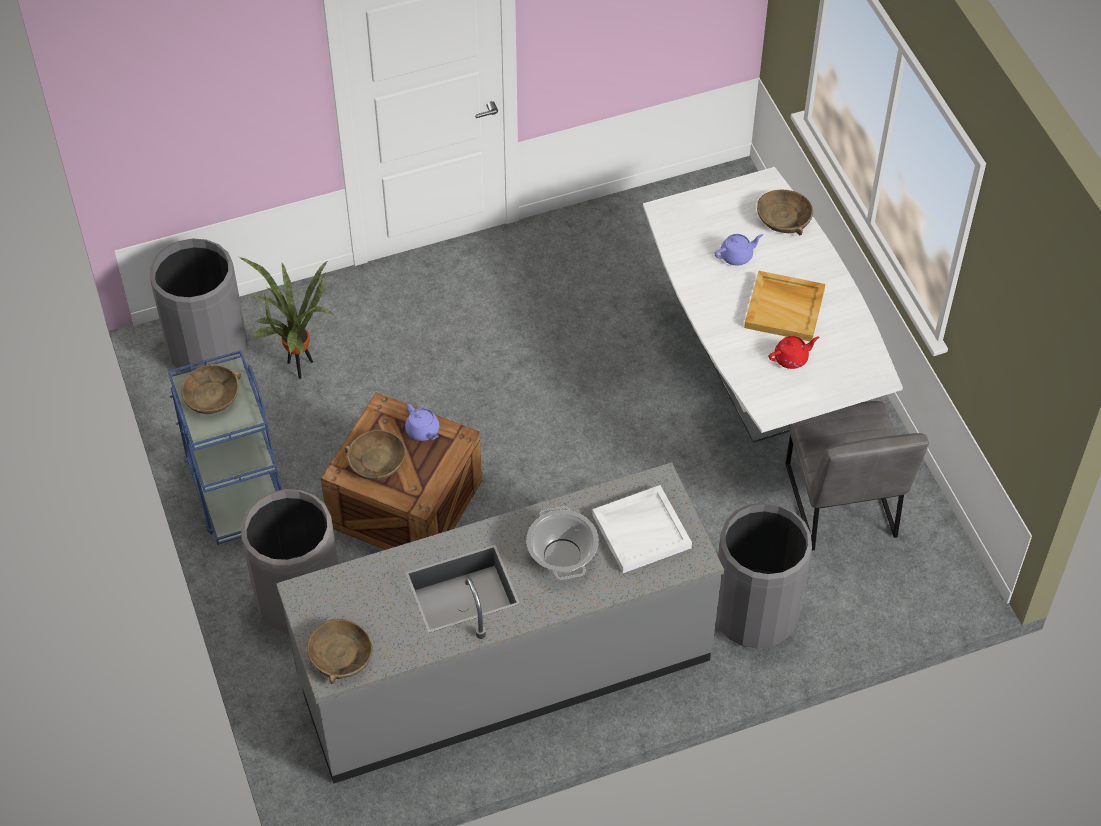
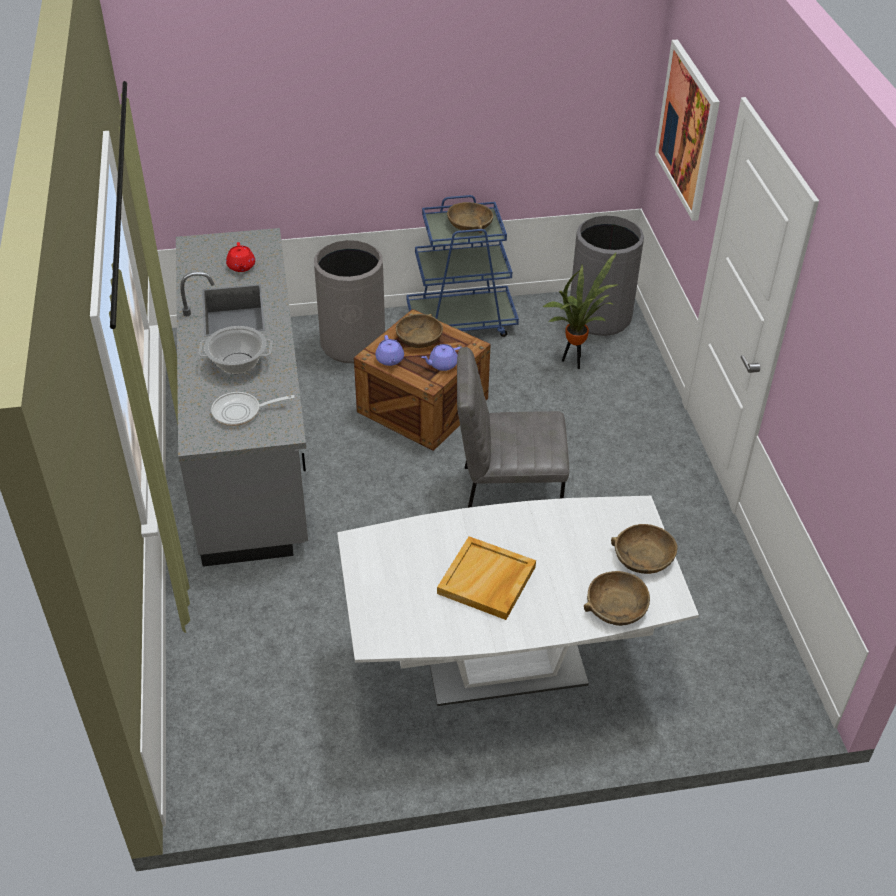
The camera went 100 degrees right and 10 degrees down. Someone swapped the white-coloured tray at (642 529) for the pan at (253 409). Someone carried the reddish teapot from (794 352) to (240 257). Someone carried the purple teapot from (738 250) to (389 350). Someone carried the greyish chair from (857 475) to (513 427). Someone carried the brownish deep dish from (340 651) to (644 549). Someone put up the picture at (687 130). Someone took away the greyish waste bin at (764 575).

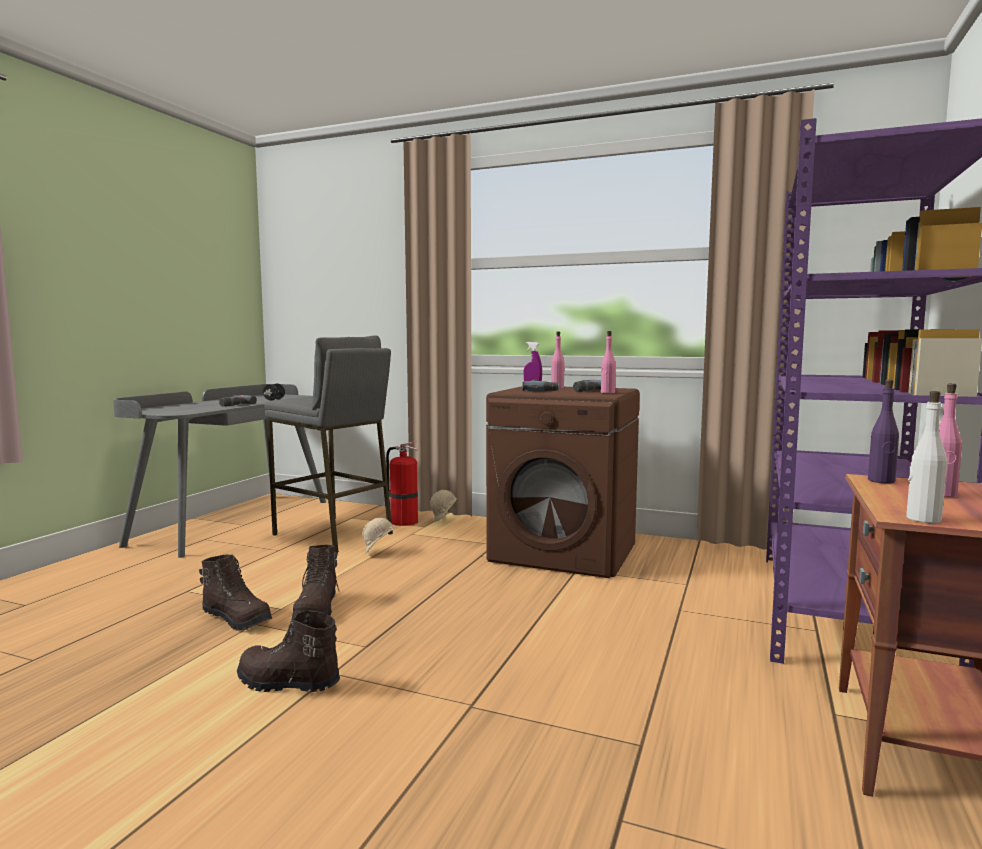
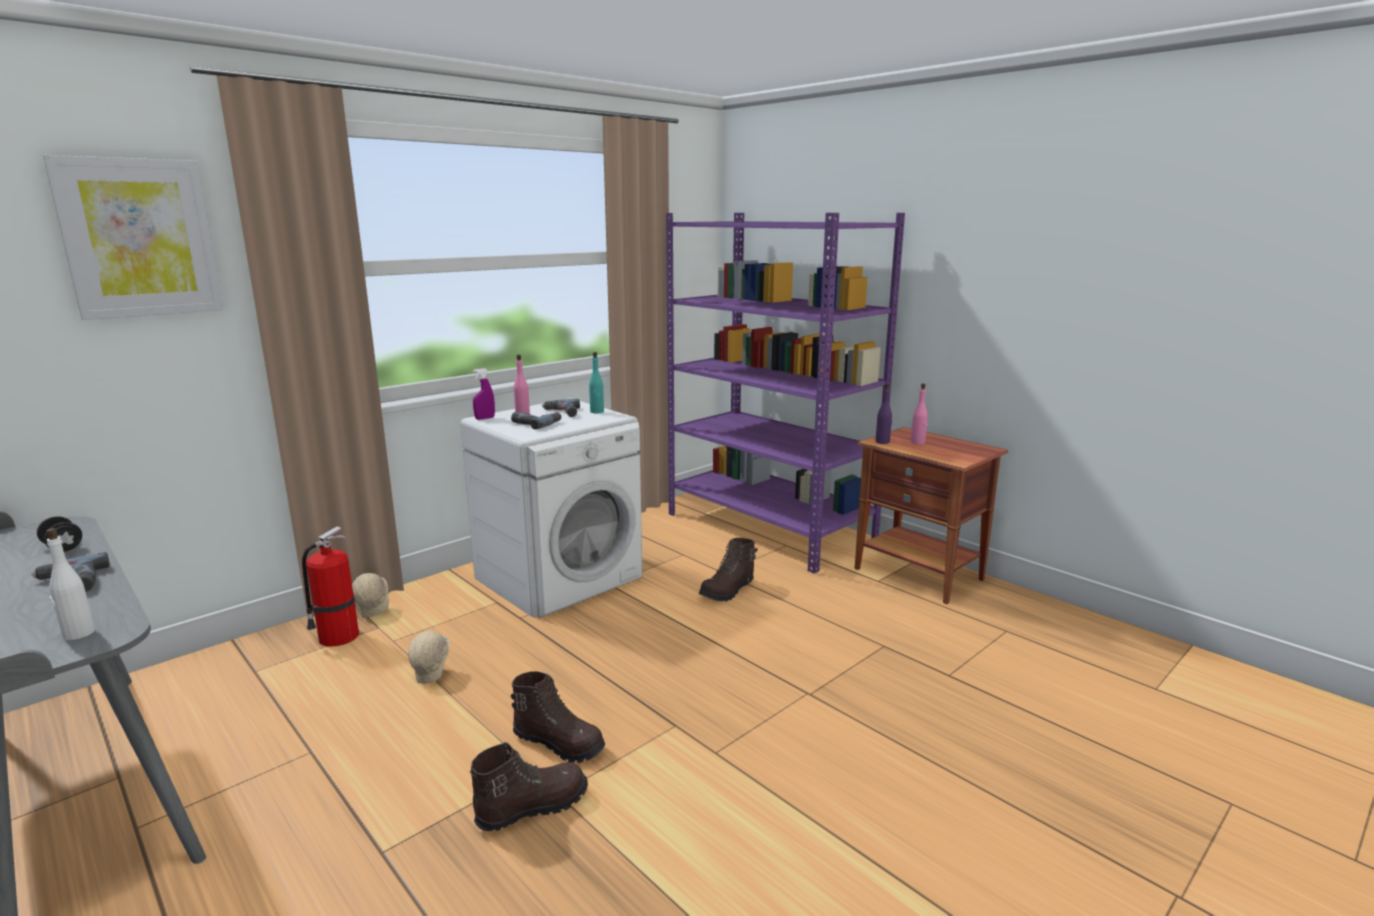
The camera went 65 degrees left and 10 degrees up. Someone put up the picture at (133 237). Someone carried the white-coloured beverage bottle from (926 457) to (70 584). Someone repainted the brownish washing machine at (563 482), which became the white-coloured washing machine at (551 508). Someone repainted the pink-coloured beverage bottle at (608 362), which became the blue-green beverage bottle at (596 382). Someone carried the brownish high-top boot from (288 651) to (728 569). Someone took away the greyish sitting stool at (328 443).

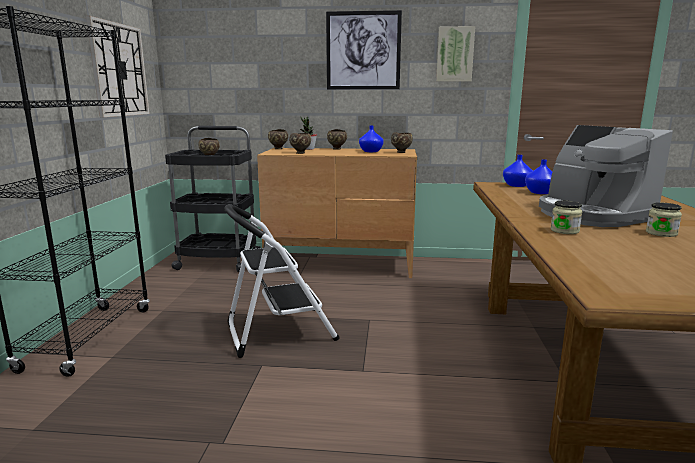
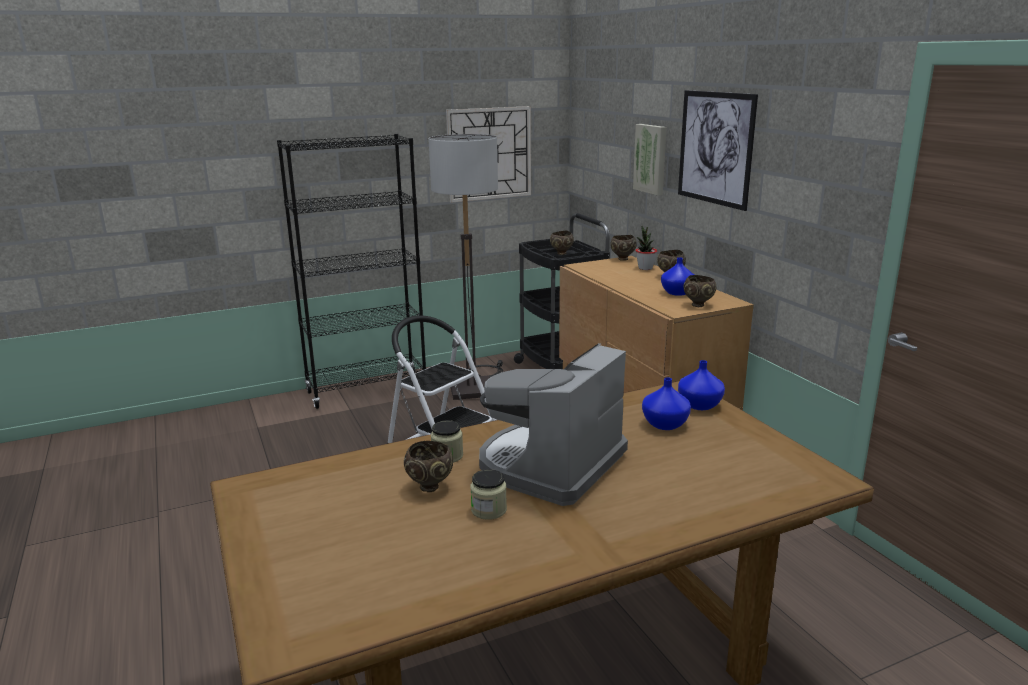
The camera went 60 degrees right and 5 degrees up. Someone carried the brownish deep dish from (300 143) to (428 466). Someone put down the standard lamp at (466 267). Someone carried the picture from (455 54) to (650 159).

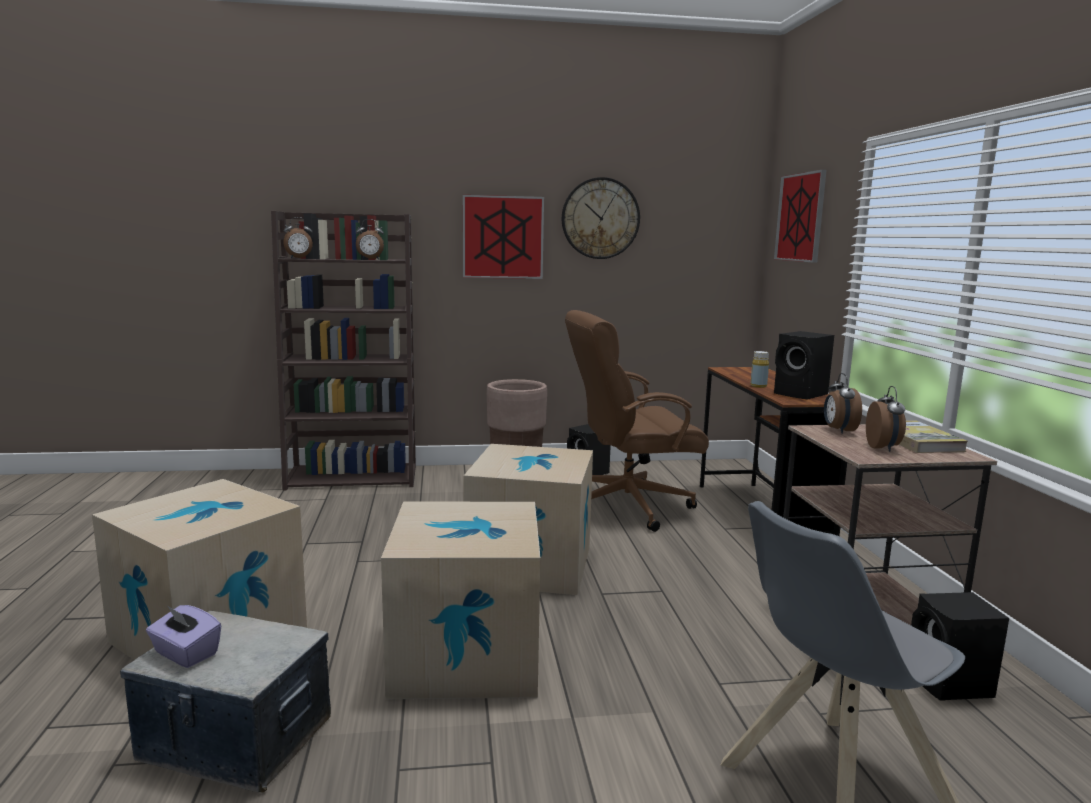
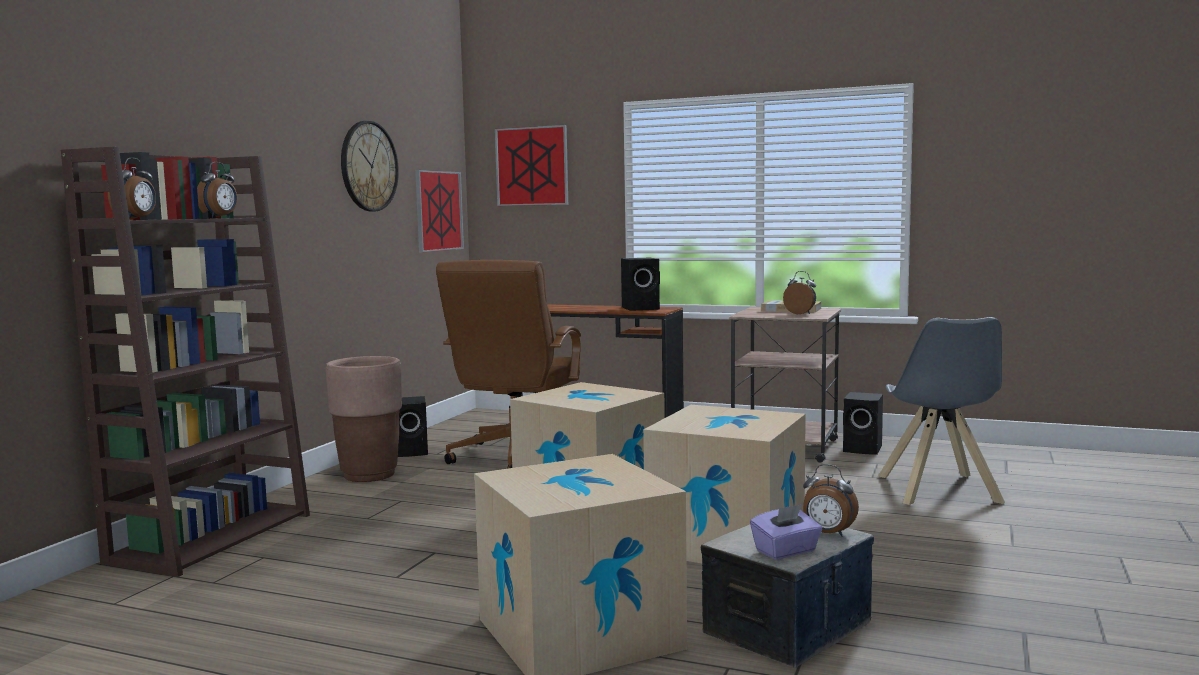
The camera went 60 degrees left and 5 degrees down. Someone carried the picture from (503 237) to (439 211). Someone carried the bedside clock from (843 403) to (831 500). Someone took away the yellow beverage bottle at (760 369).

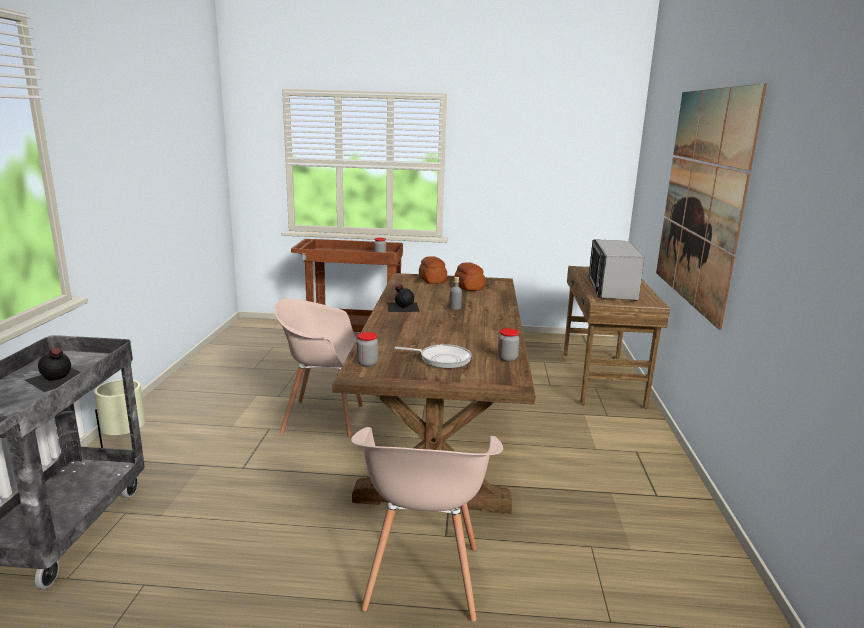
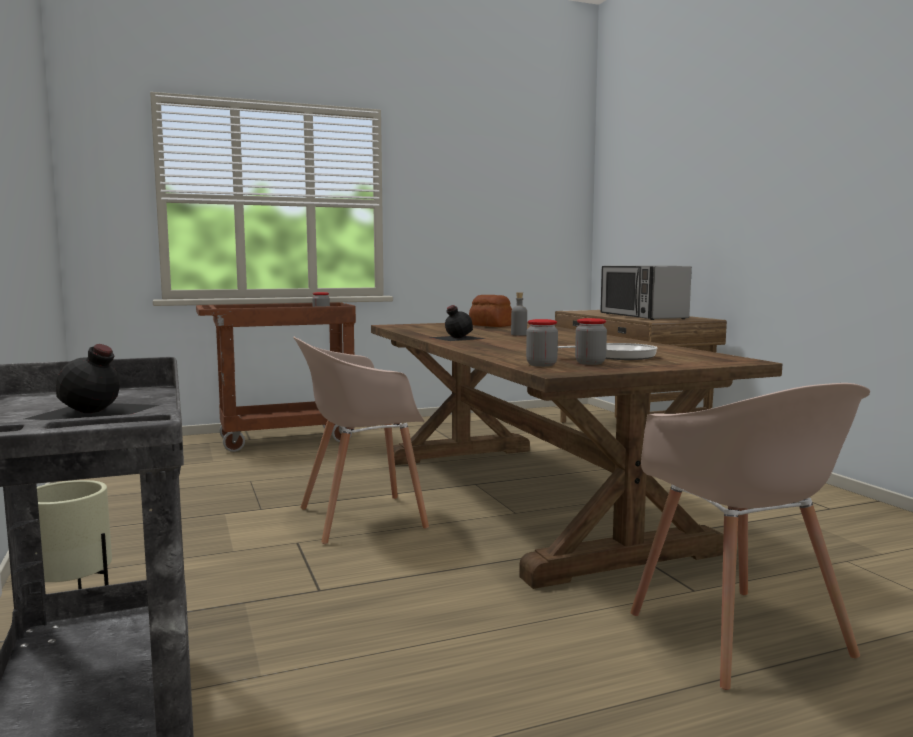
The camera went 25 degrees left and 10 degrees down. Someone carried the storage jar from (508 345) to (591 341). Someone took away the bakery bread at (433 270). Someone took away the picture at (711 206).

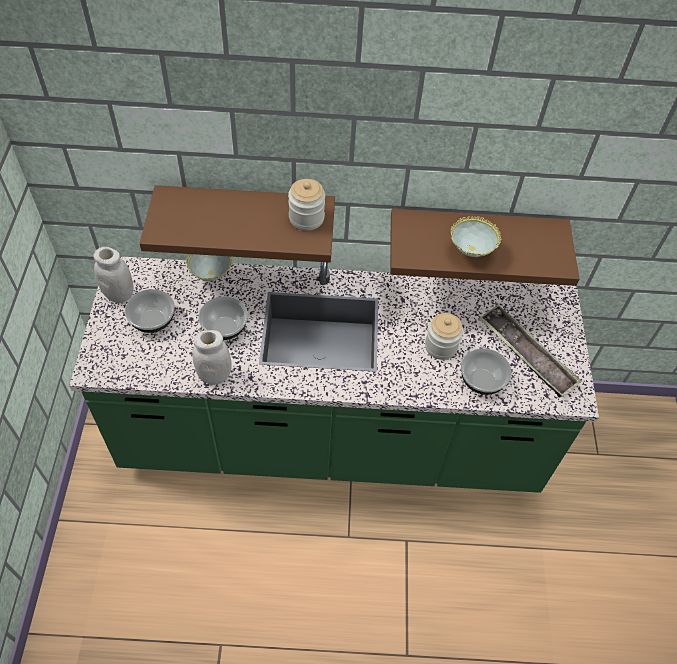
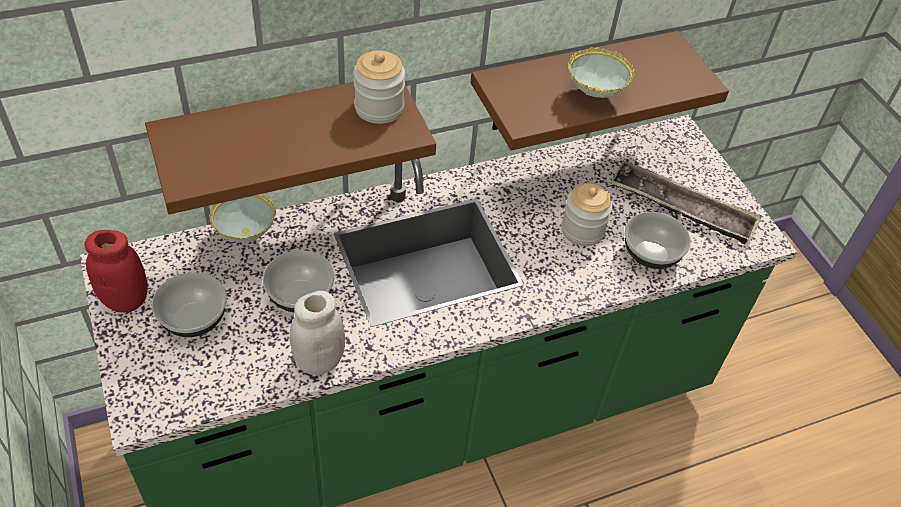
The camera went 25 degrees left and 5 degrees down. Someone repainted the white-coloured storage jar at (113 275), which became the reddish storage jar at (116 271).

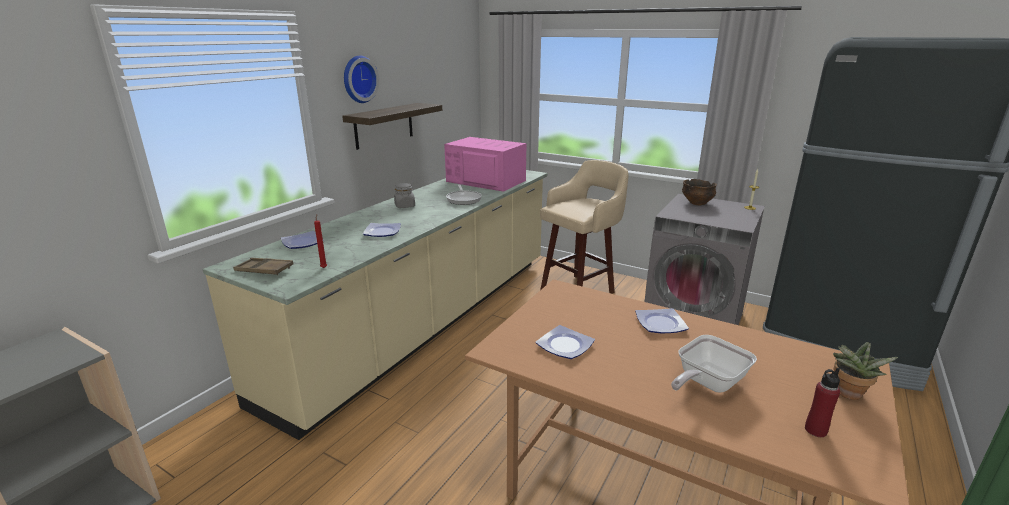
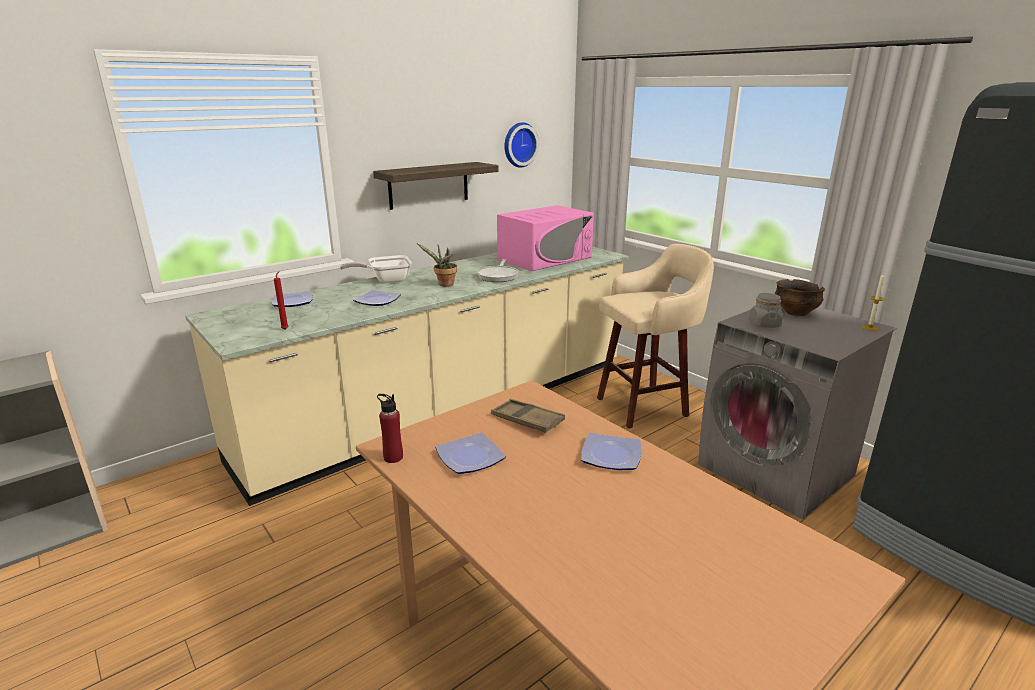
The camera went 20 degrees right and 0 degrees up. Someone carried the pan from (714 363) to (376 269). Someone carried the reddish beverage bottle from (822 402) to (390 428). Someone carried the plant in a pot from (865 371) to (437 265). Someone carried the brownish tray from (263 266) to (528 416). Someone rotated the pink-coloured microwave oven at (485 164) by 90 degrees clockwise. Someone carried the wall clock from (361 79) to (521 145). Someone carried the greyish storage jar from (404 195) to (766 310).

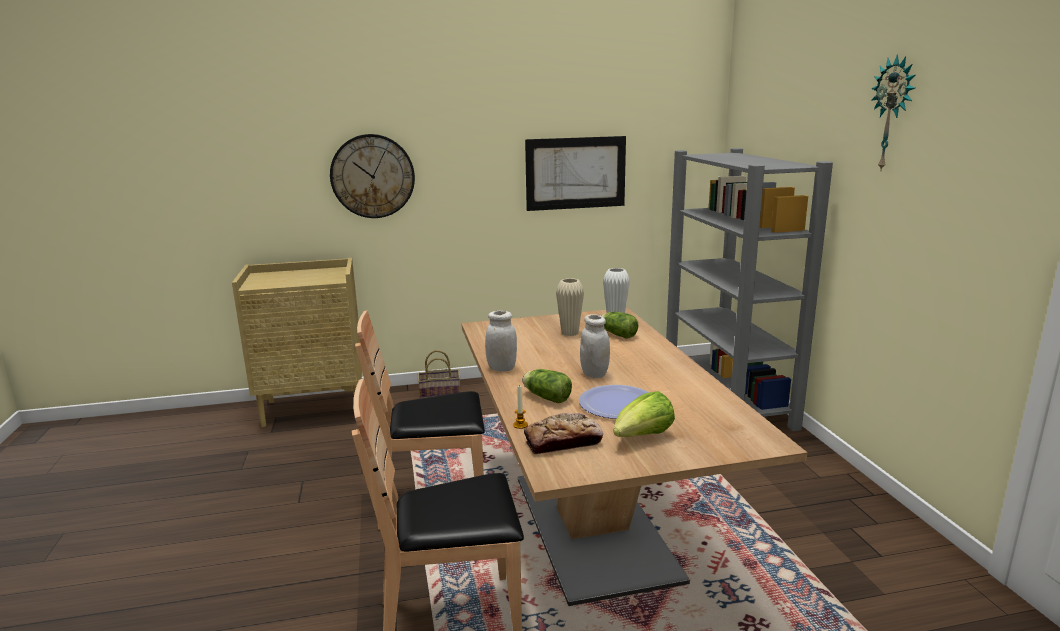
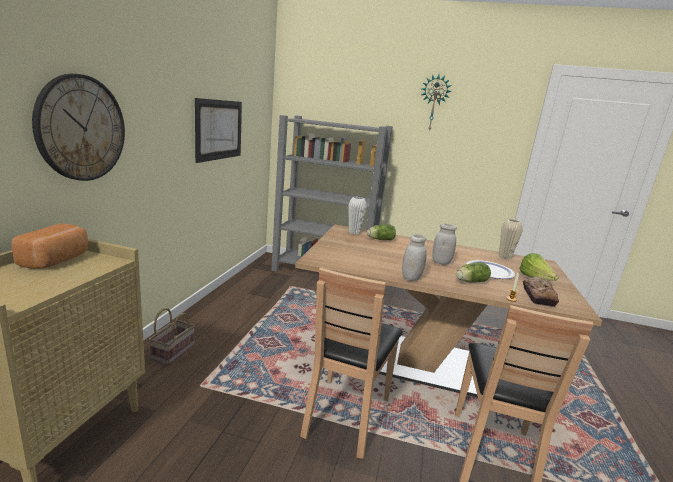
The camera went 65 degrees left and 0 degrees up. Someone put down the bakery bread at (49 246). Someone carried the beige vase from (570 307) to (511 239).

